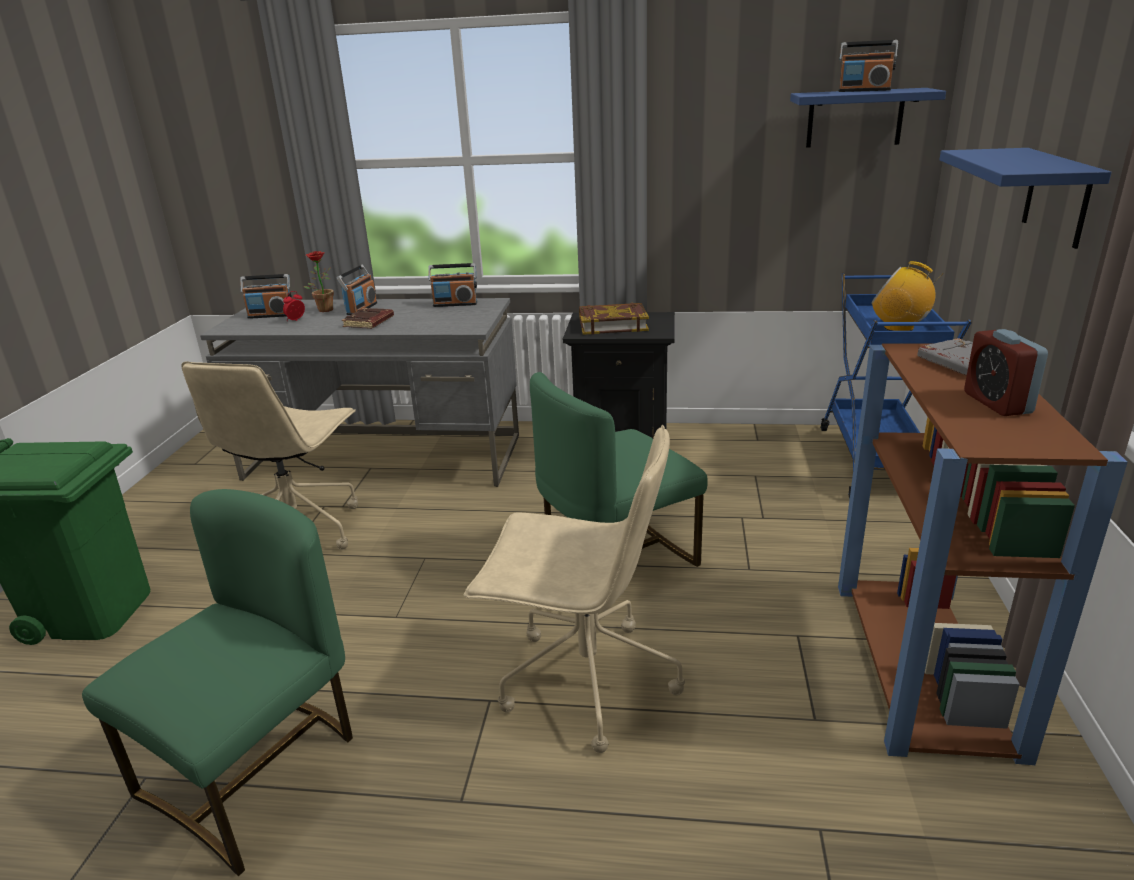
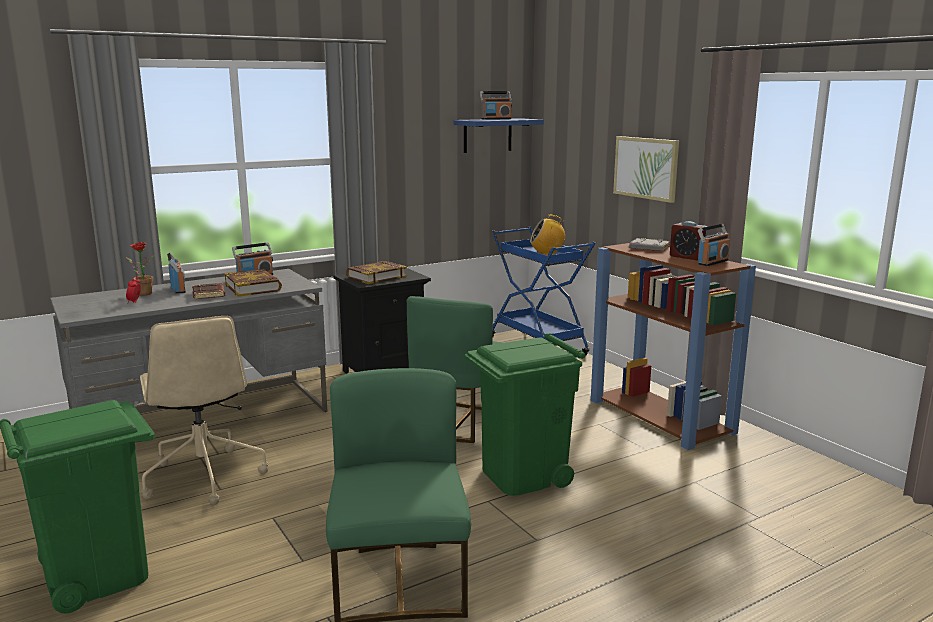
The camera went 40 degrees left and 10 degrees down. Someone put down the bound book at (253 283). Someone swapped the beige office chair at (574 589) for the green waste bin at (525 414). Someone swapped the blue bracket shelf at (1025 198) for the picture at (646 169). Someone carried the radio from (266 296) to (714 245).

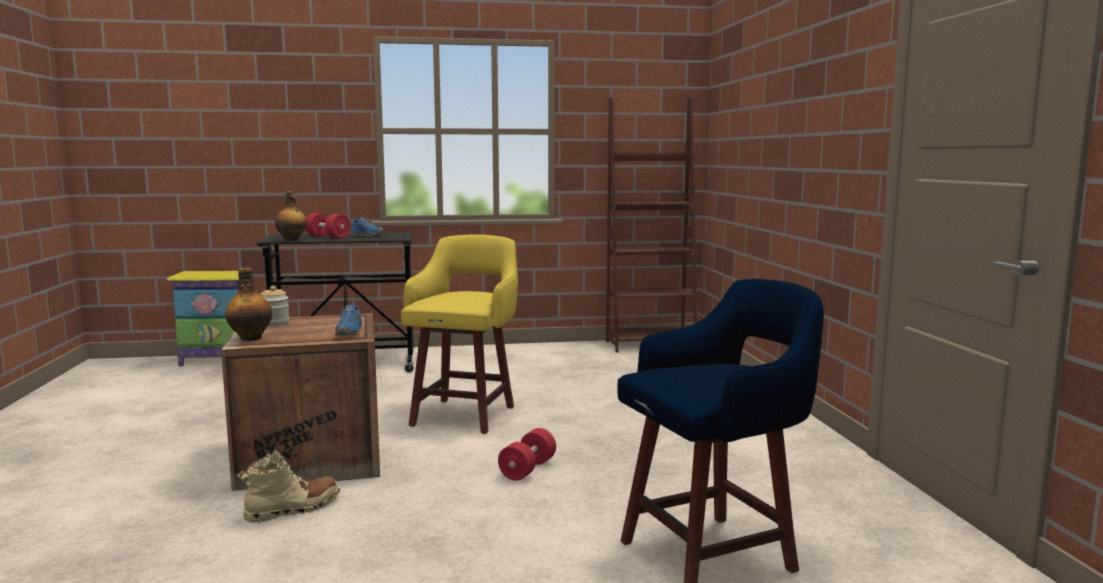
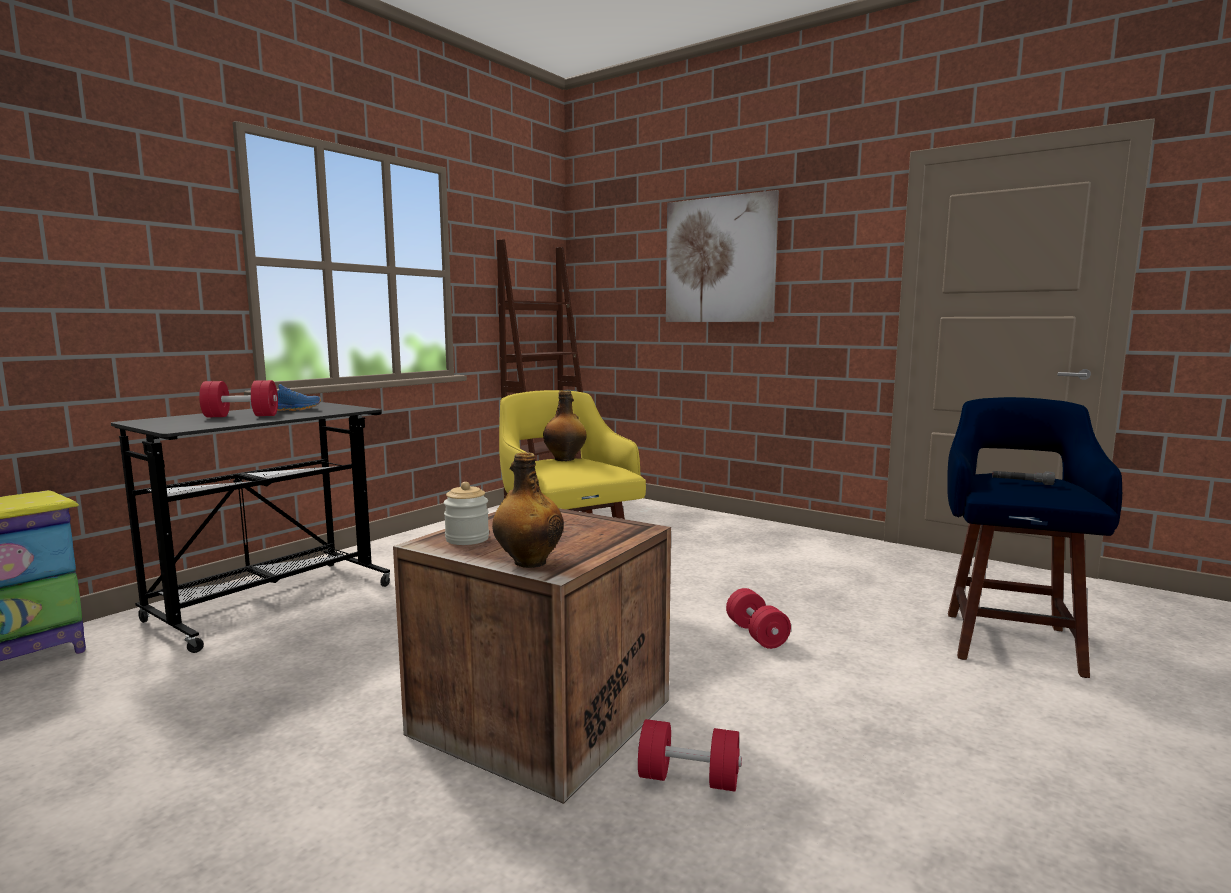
The camera went 45 degrees left and 0 degrees up. Someone carried the beverage bottle from (291 216) to (565 426). Someone swapped the beige high-top boot at (289 486) for the reddish free weight at (690 755). Someone put up the picture at (722 256). Someone put down the greyish flashlight at (1023 478). Someone took away the blue shoe at (349 319).

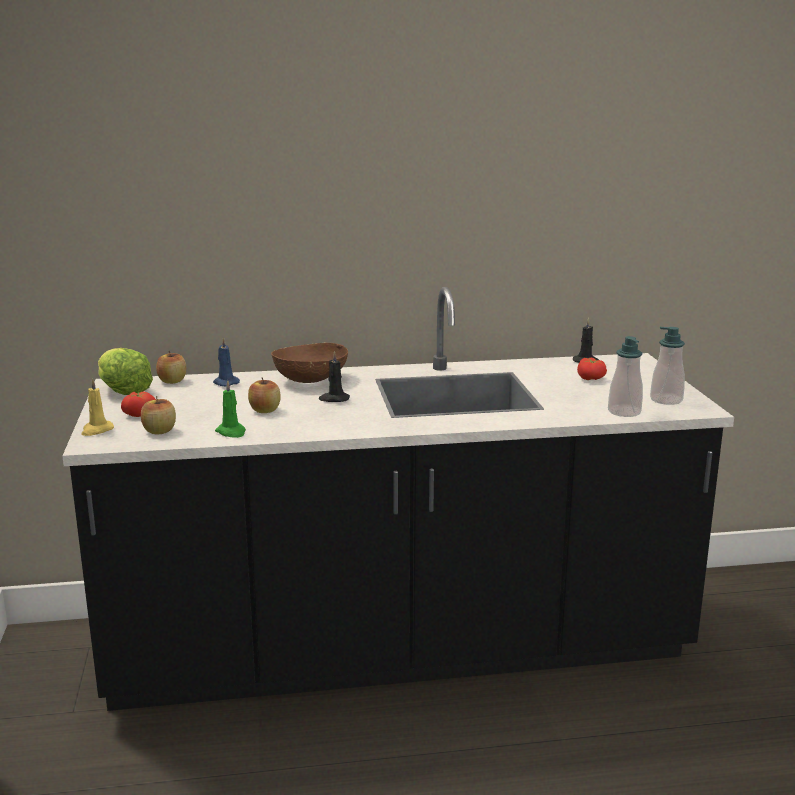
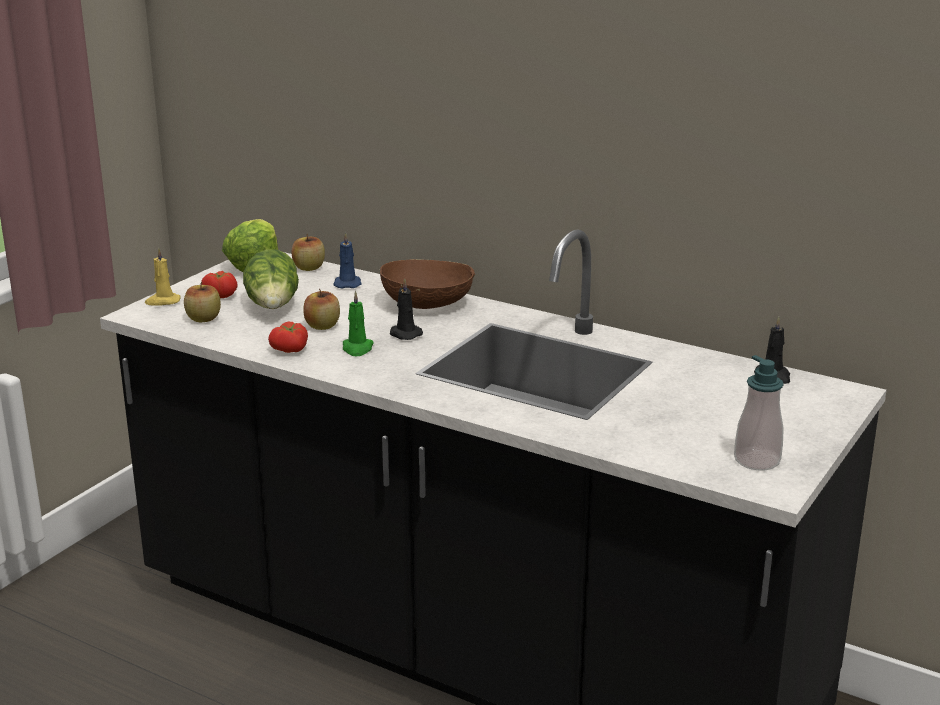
The camera went 40 degrees right and 5 degrees up. Someone put down the lettuce head at (271 279). Someone carried the whole tomato from (592 369) to (288 337). Someone carried the green wax light from (230 409) to (358 323). Someone took away the liquid soap bottle at (625 376).

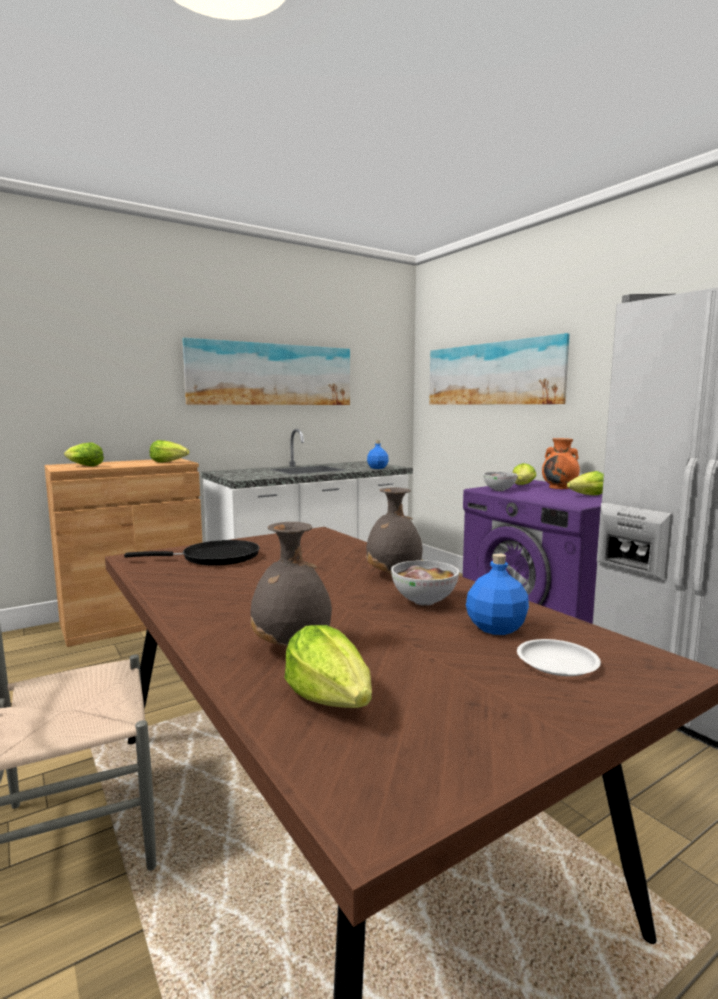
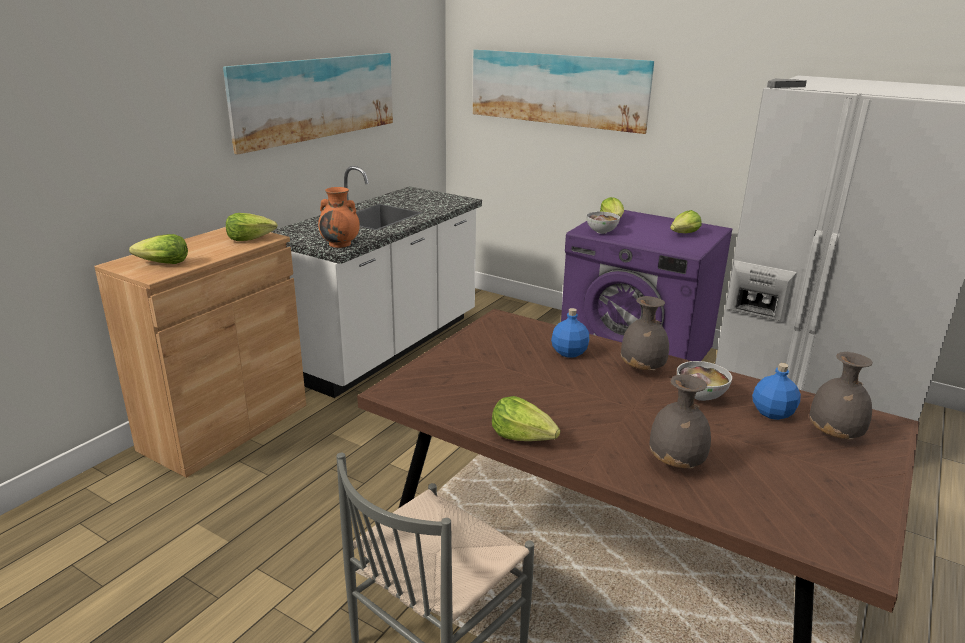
The camera went 25 degrees left and 15 degrees up. Someone carried the orangey vase from (561 463) to (339 217). Someone carried the lettuce head from (328 666) to (526 418). Someone carried the blue beverage bottle from (378 455) to (570 333). Someone swapped the white-coloured flat dish at (559 657) for the greyish vase at (841 396). Someone took away the black pan at (192 553).

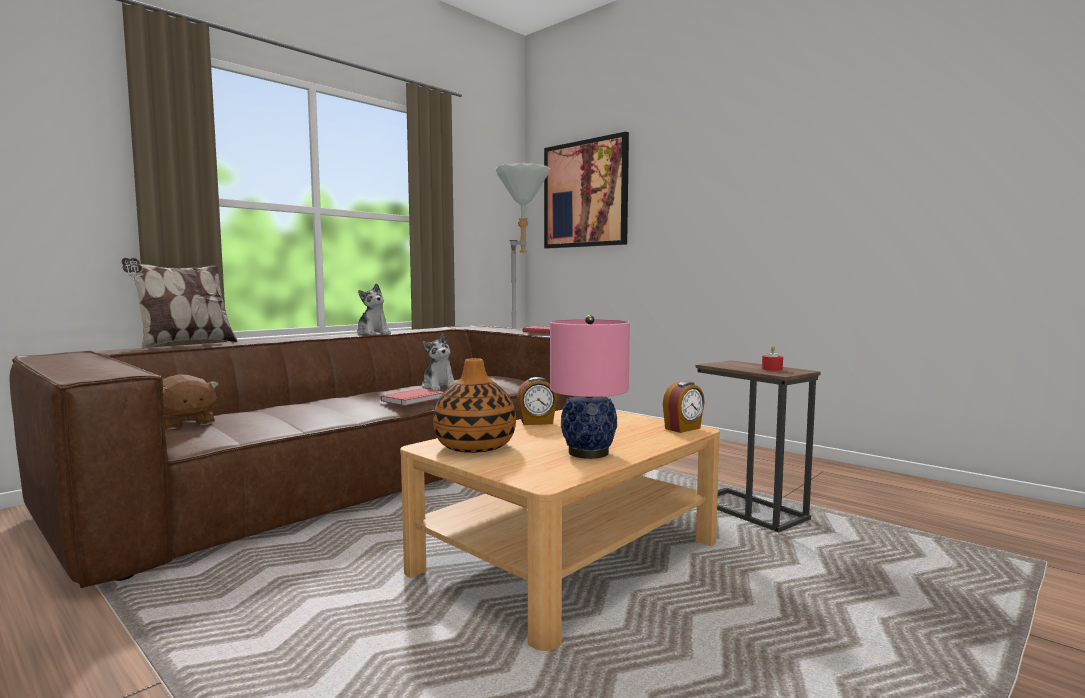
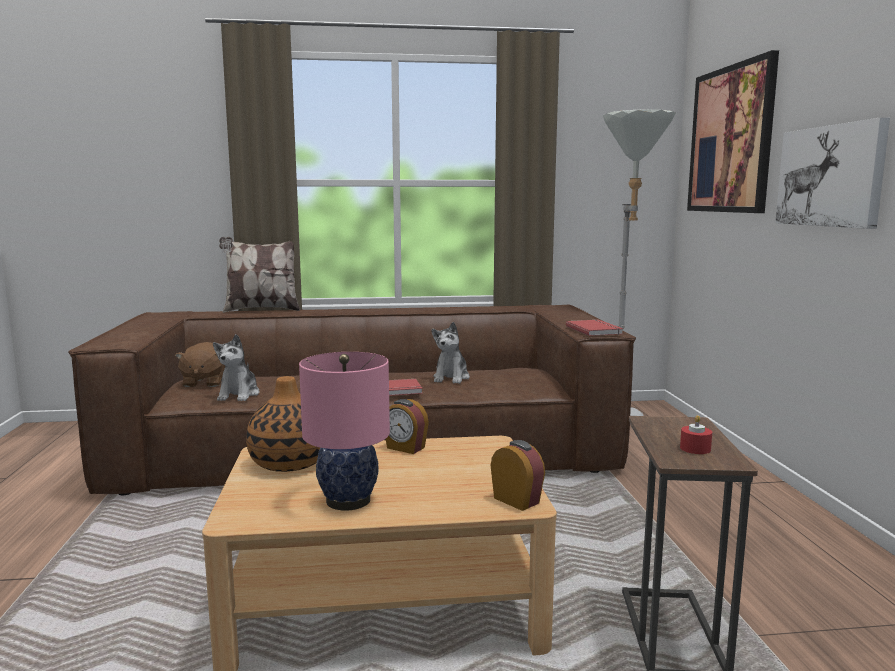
The camera went 40 degrees right and 5 degrees up. Someone carried the cuddly toy from (374 309) to (236 367). Someone rotated the bedside clock at (684 407) by 135 degrees counterclockwise. Someone put up the picture at (832 173).

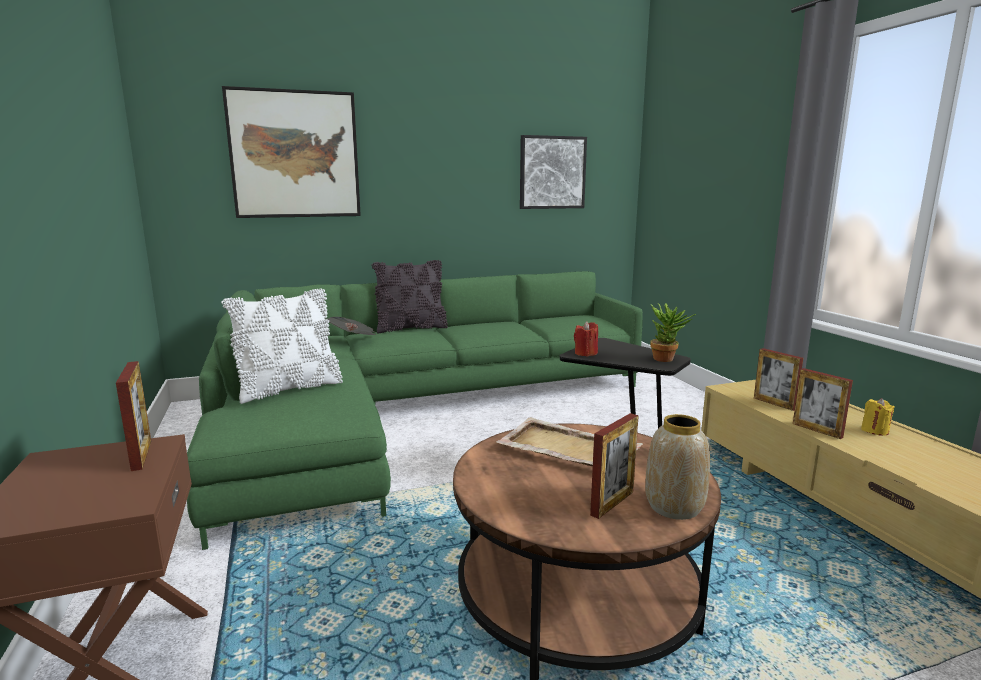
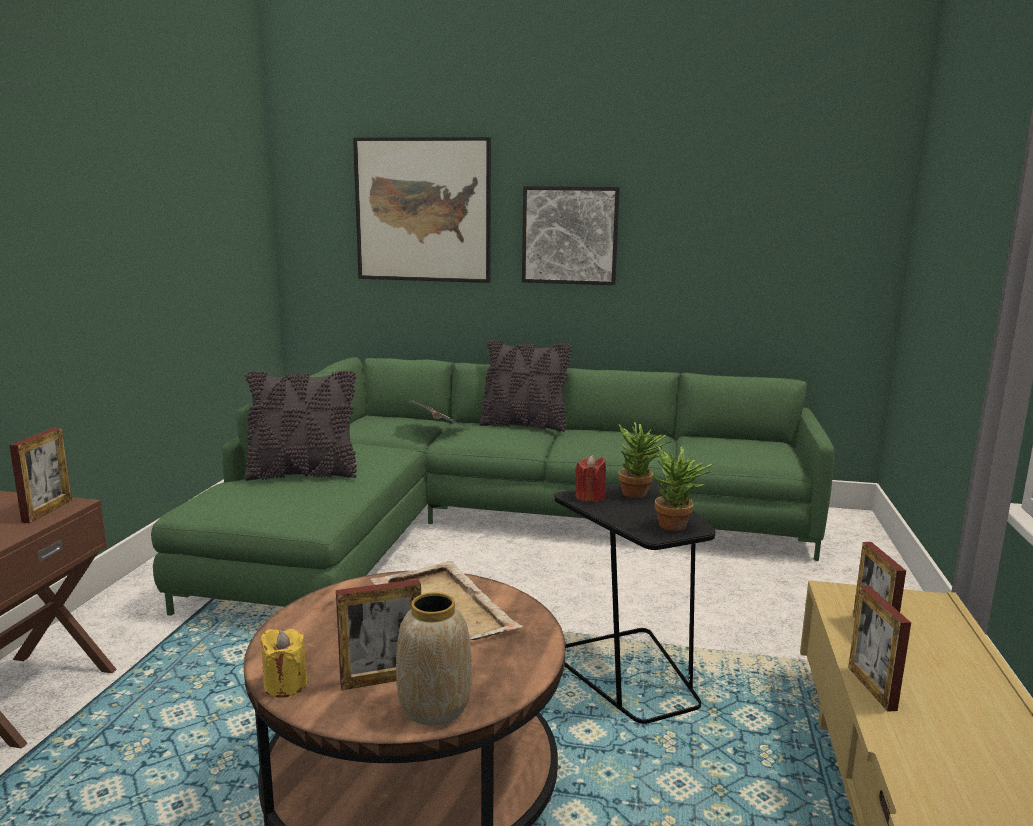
The camera went 30 degrees right and 0 degrees up. Someone repainted the white-coloured pillow at (282 346), which became the black pillow at (300 425). Someone carried the yellow wax light from (878 417) to (283 663). Someone carried the picture from (553 172) to (571 235). Someone put down the plant in a pot at (645 460).

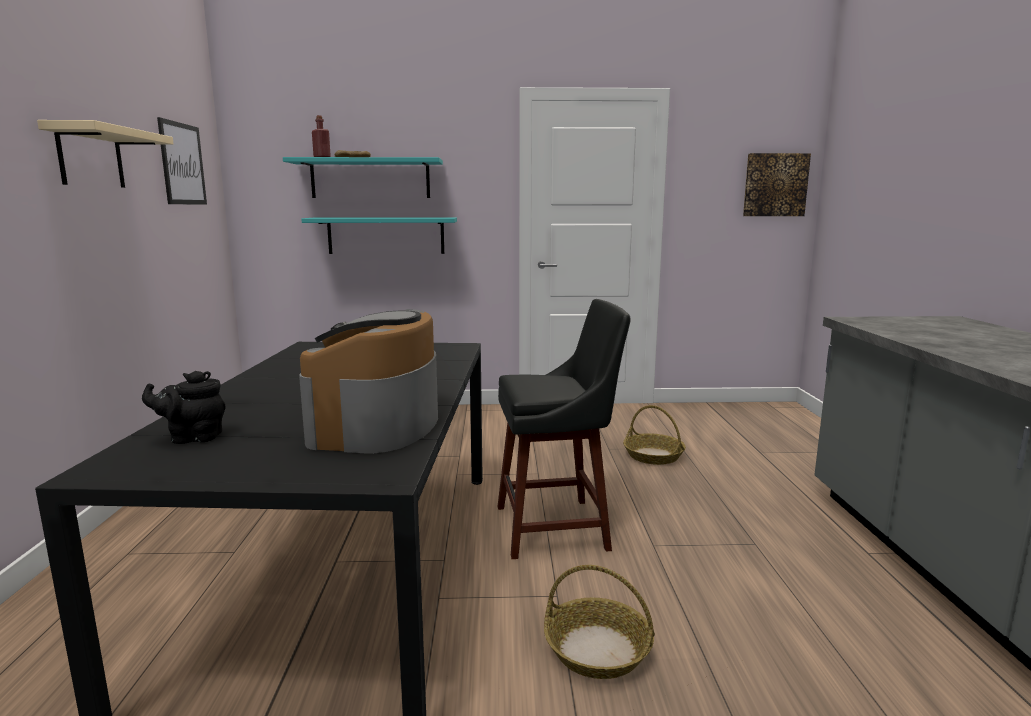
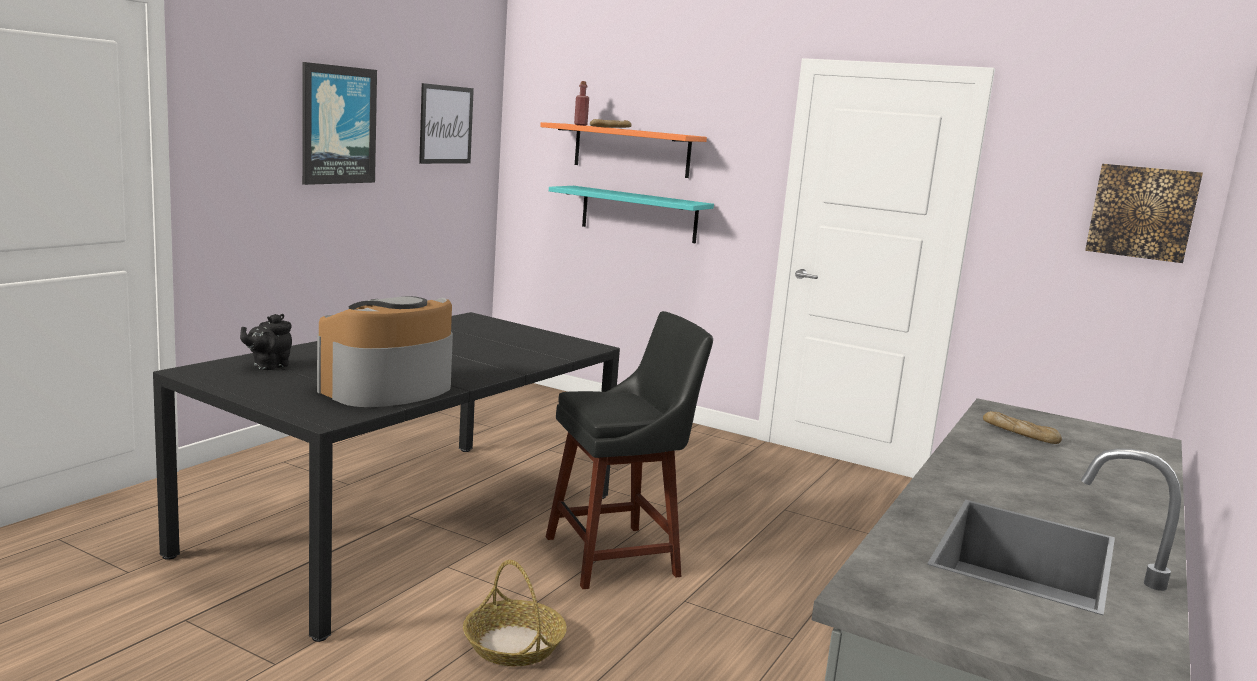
The camera went 30 degrees right and 0 degrees up. Someone rotated the black teapot at (184 407) by 75 degrees counterclockwise. Someone swapped the beige bracket shelf at (105 154) for the picture at (339 123). Someone repainted the blue-green bracket shelf at (363 177), which became the orangey bracket shelf at (623 150). Someone rotated the black chair at (564 429) by 45 degrees counterclockwise. Someone put down the bakery bread at (1022 427). Someone took away the storage basket at (654 435).

